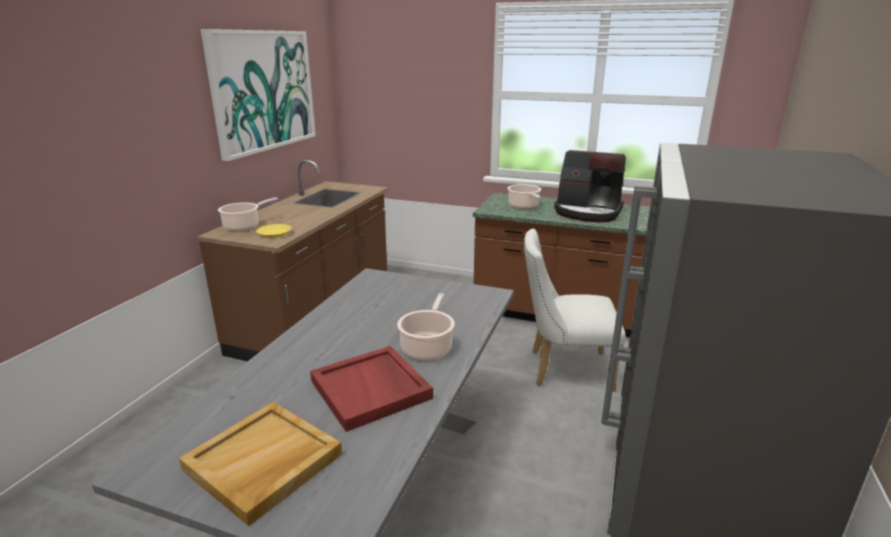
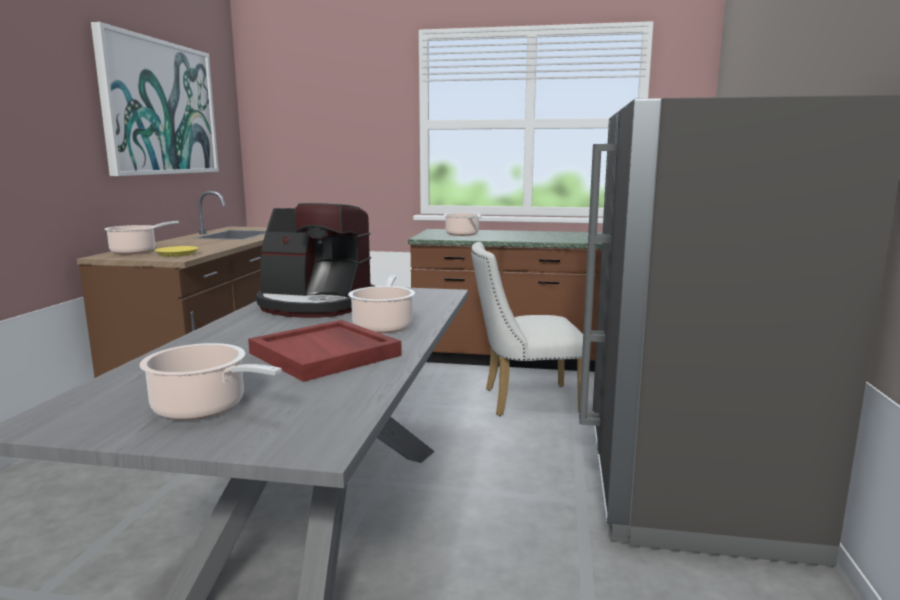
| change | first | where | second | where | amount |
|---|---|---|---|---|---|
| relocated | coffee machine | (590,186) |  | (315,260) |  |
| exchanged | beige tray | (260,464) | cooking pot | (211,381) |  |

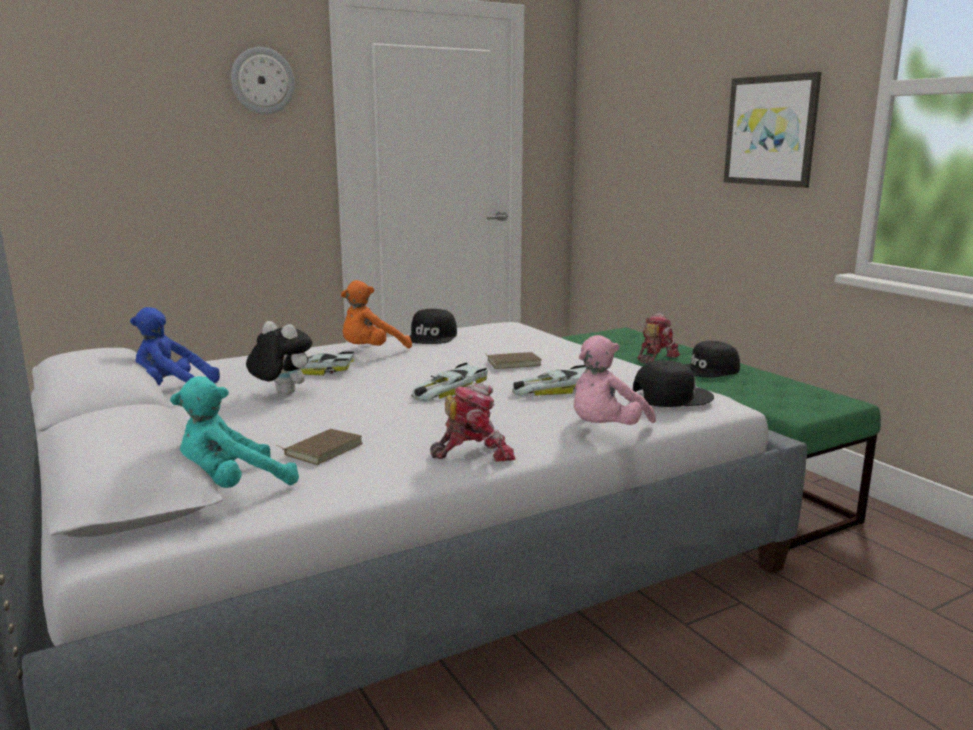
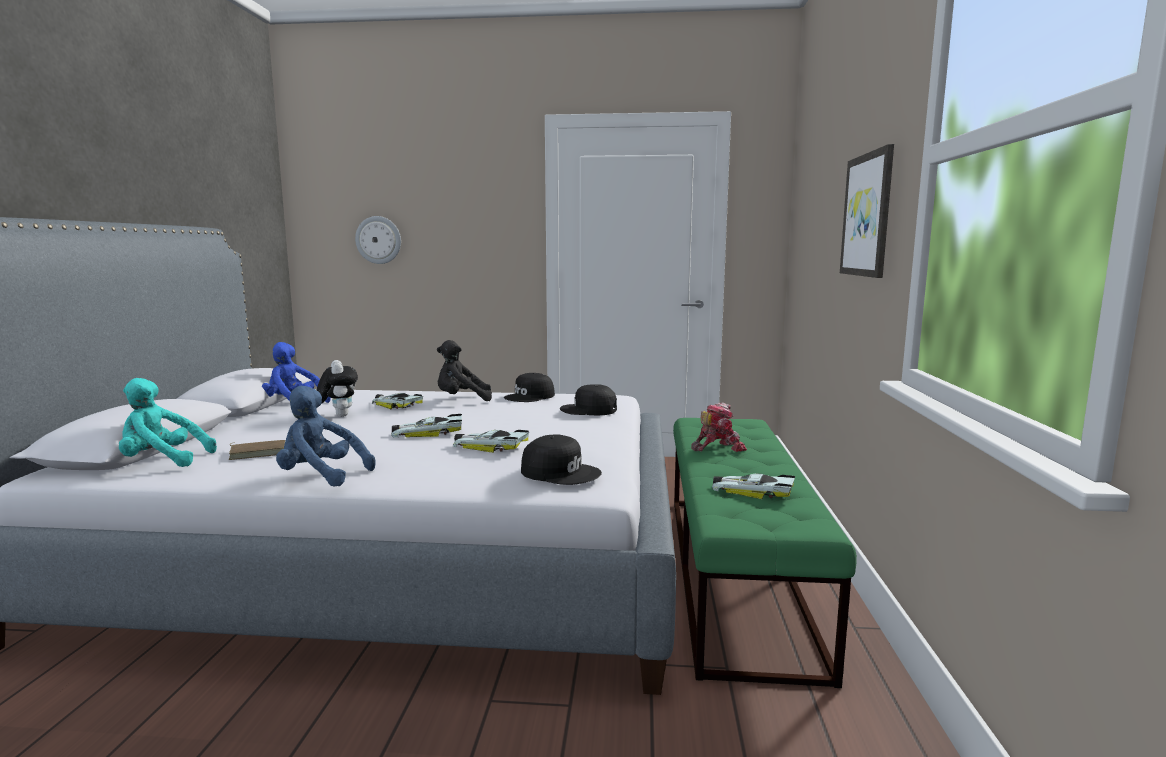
| change | first | where | second | where | amount |
|---|---|---|---|---|---|
| missing | brown book | (513,360) |  |  |  |
| missing | pink plush toy | (615,380) |  |  |  |
| appeared |  |  | toy car | (753,486) |  |
| relocated | wall clock | (263,80) |  | (378,240) |  |
| relocated | black cap | (712,359) |  | (588,399) |  |
| exchanged | toy robot | (473,422) | blue plush toy | (325,436) |  |
| colour | orange plush toy | (376,314) | black plush toy | (464,370) |  |

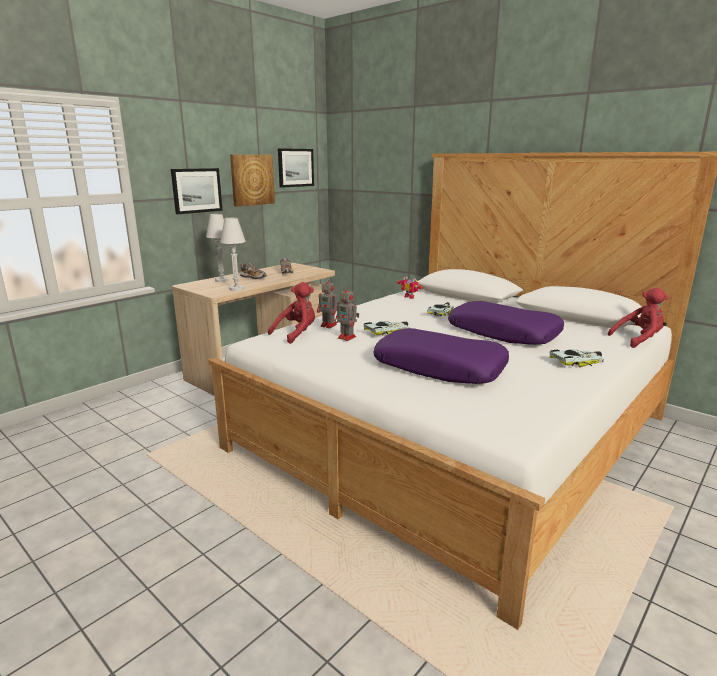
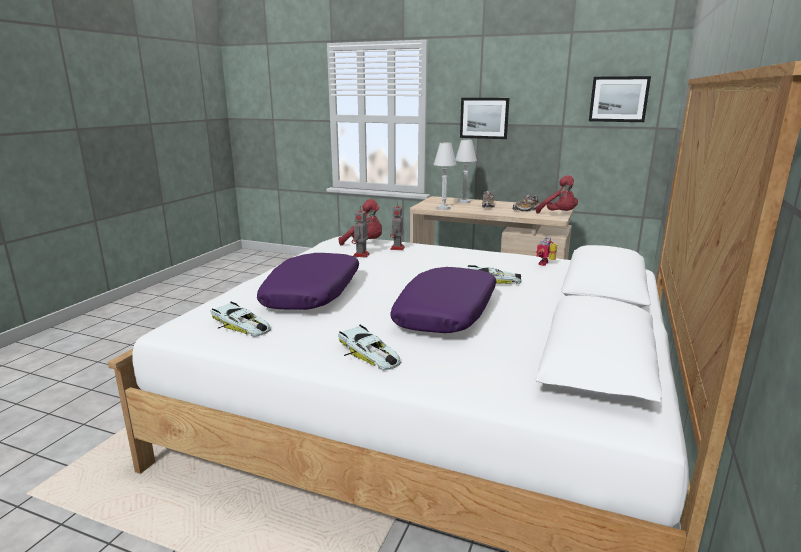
| change | first | where | second | where | amount |
|---|---|---|---|---|---|
| missing | picture | (252,181) |  |  |  |
| relocated | toy car | (386,328) |  | (241,319) |  |
| relocated | red plush toy | (638,318) |  | (557,194) |  |

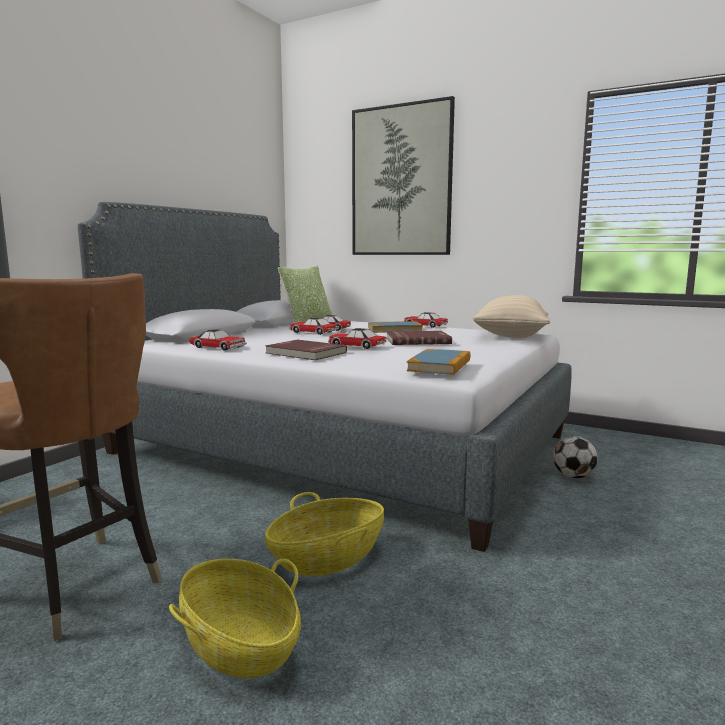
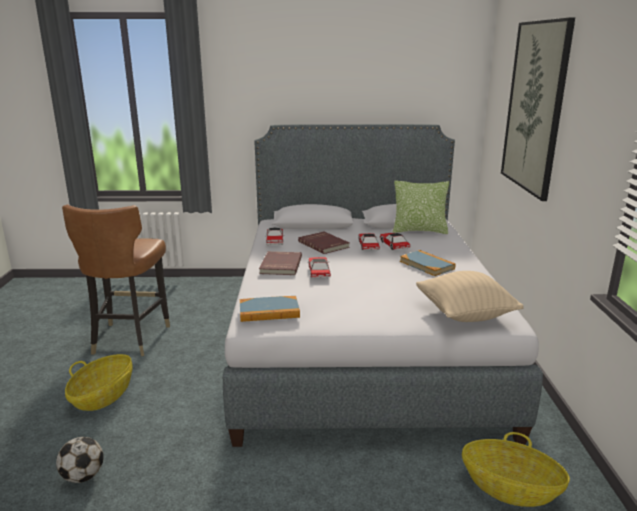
| change | first | where | second | where | amount |
|---|---|---|---|---|---|
| missing | toy car | (425,320) |  |  |  |
| relocated | basket | (324,534) |  | (516,469) |  |
| relocated | red book | (419,338) |  | (324,242) |  |
| relocated | football | (575,457) |  | (80,460) |  |

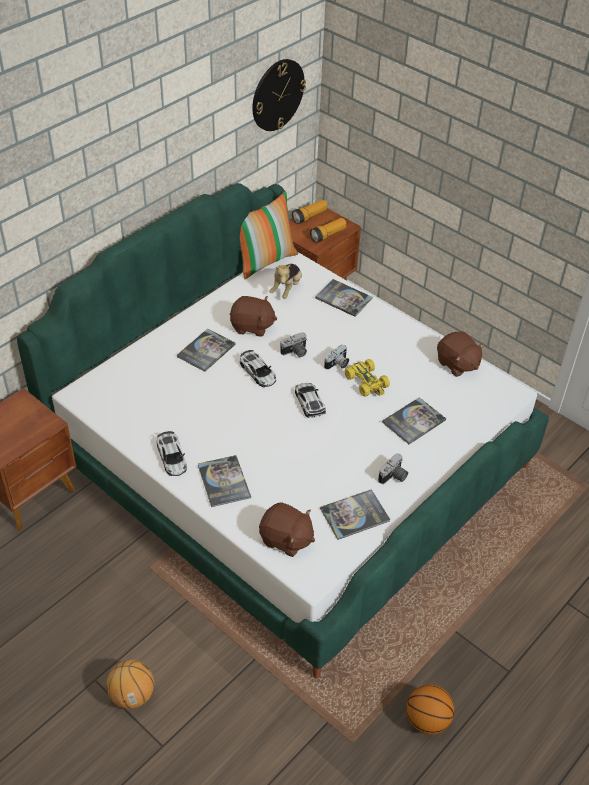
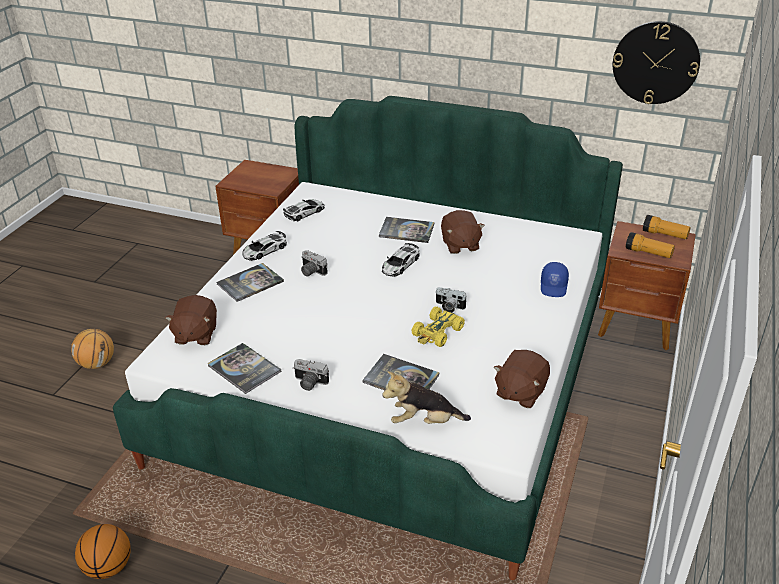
| change | first | where | second | where | amount |
|---|---|---|---|---|---|
| missing | pillow | (269,235) |  |  |  |
| relocated | plush toy | (285,281) |  | (426,397) |  |
| relocated | photo camera | (294,344) |  | (314,263) |  |
| relocated | toy car | (310,400) |  | (304,210) |  |
| exchanged | book | (344,298) | blue cap | (555,279) |  |

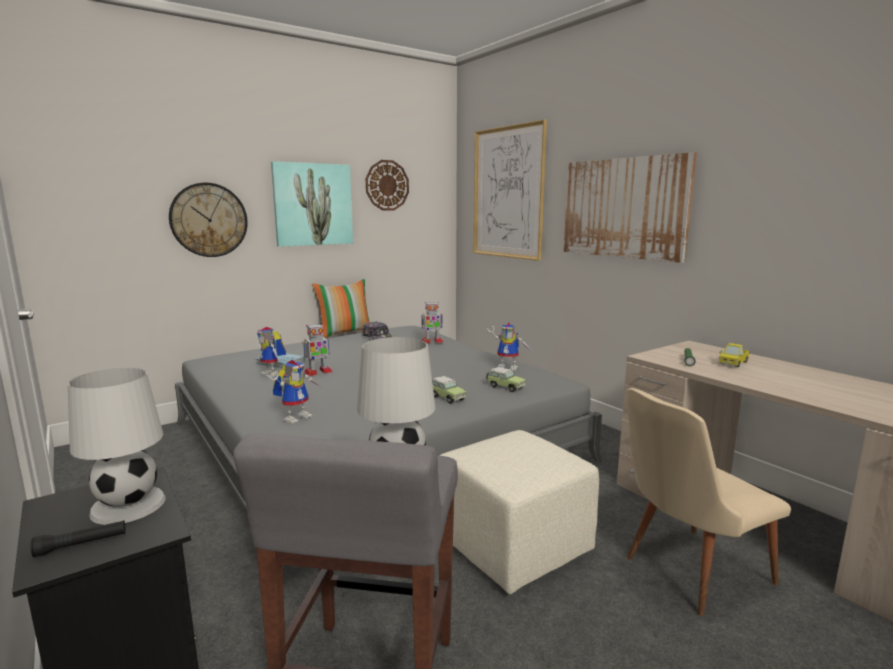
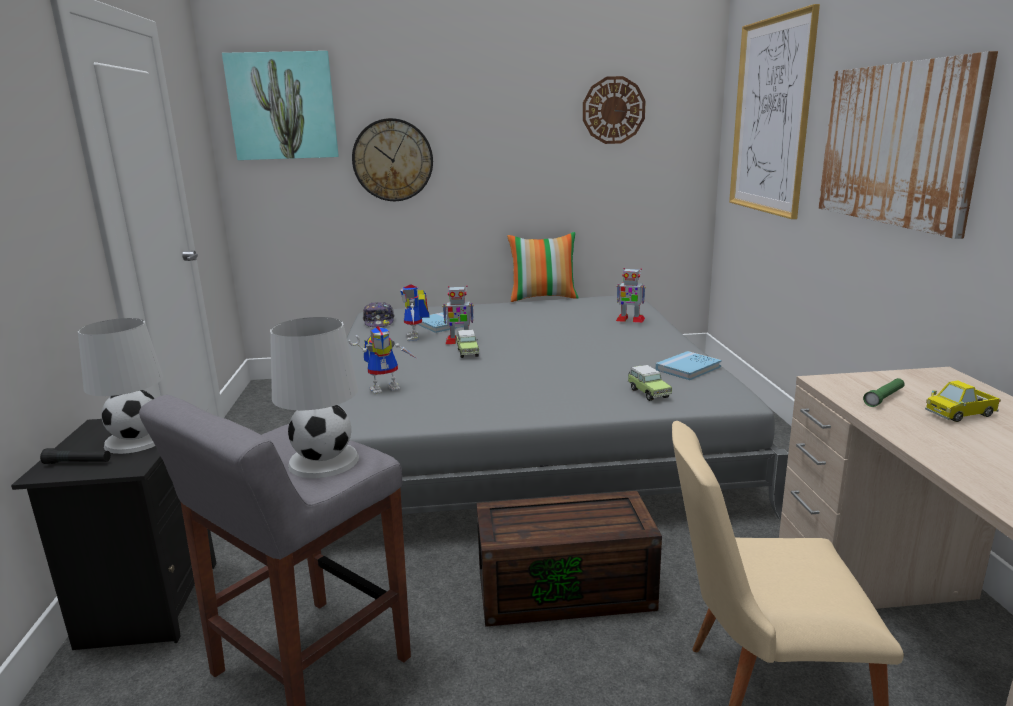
| change | first | where | second | where | amount |
|---|---|---|---|---|---|
| relocated | picture | (312,204) |  | (280,105) |  |
| relocated | cap | (377,330) |  | (379,314) |  |
| relocated | toy car | (449,390) |  | (468,344) |  |
| exchanged | beige ottoman | (519,512) | brown storage box | (569,559) |  |
| exchanged | toy robot | (509,347) | blue book | (689,365) |  |

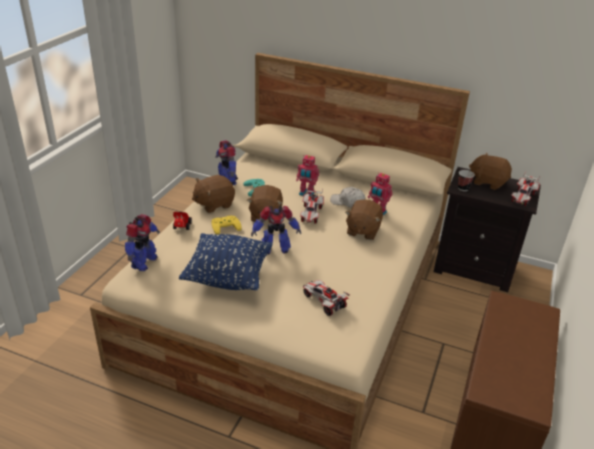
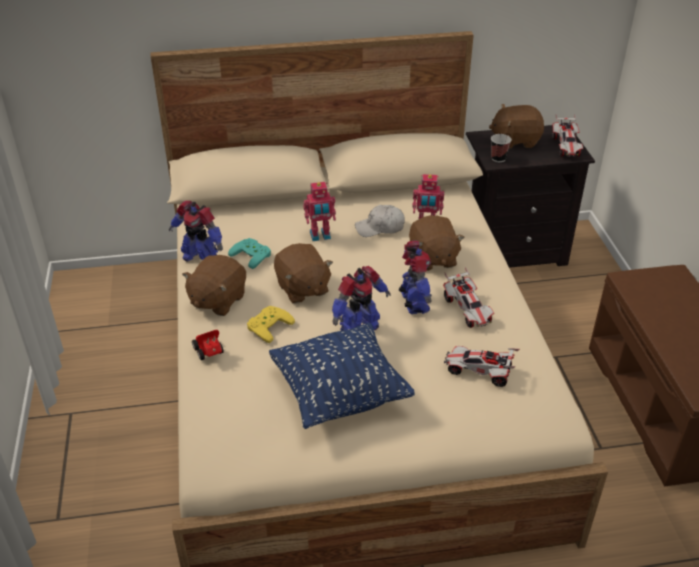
| change | first | where | second | where | amount |
|---|---|---|---|---|---|
| relocated | toy robot | (142,242) |  | (415,277) |  |
| relocated | toy car | (312,206) |  | (468,297) |  |

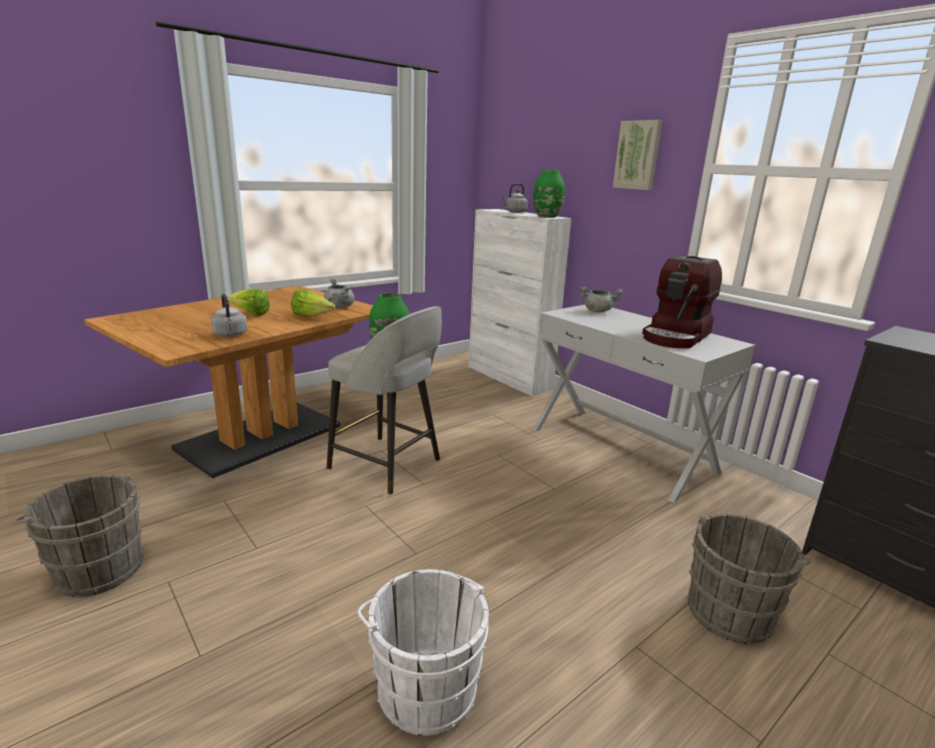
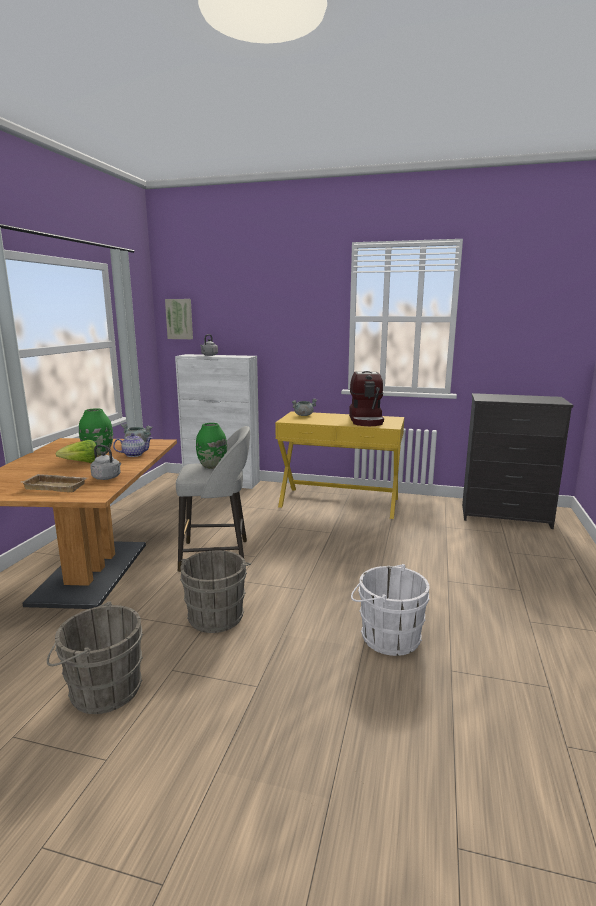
| change | first | where | second | where | amount |
|---|---|---|---|---|---|
| appeared |  |  | beige tray | (54,483) |  |
| relocated | green vase | (549,194) |  | (96,432) |  |
| relocated | picture | (637,155) |  | (179,319) |  |
| relocated | grey bucket | (748,579) |  | (215,591) |  |
| exchanged | lettuce | (313,302) | teapot | (133,445) |  |
| colour | white console table | (643,404) | yellow console table | (339,465) |  |

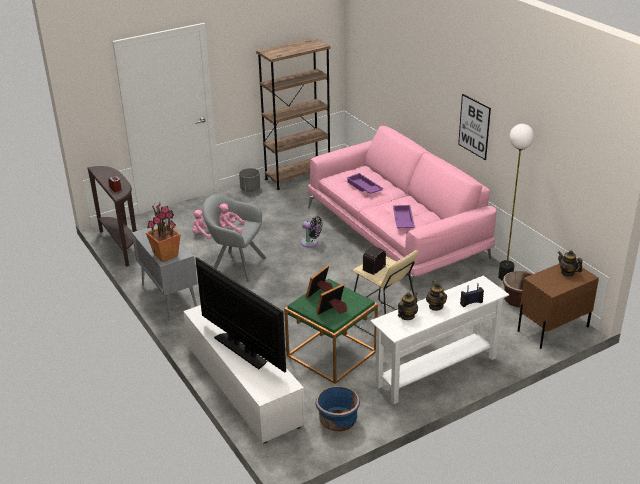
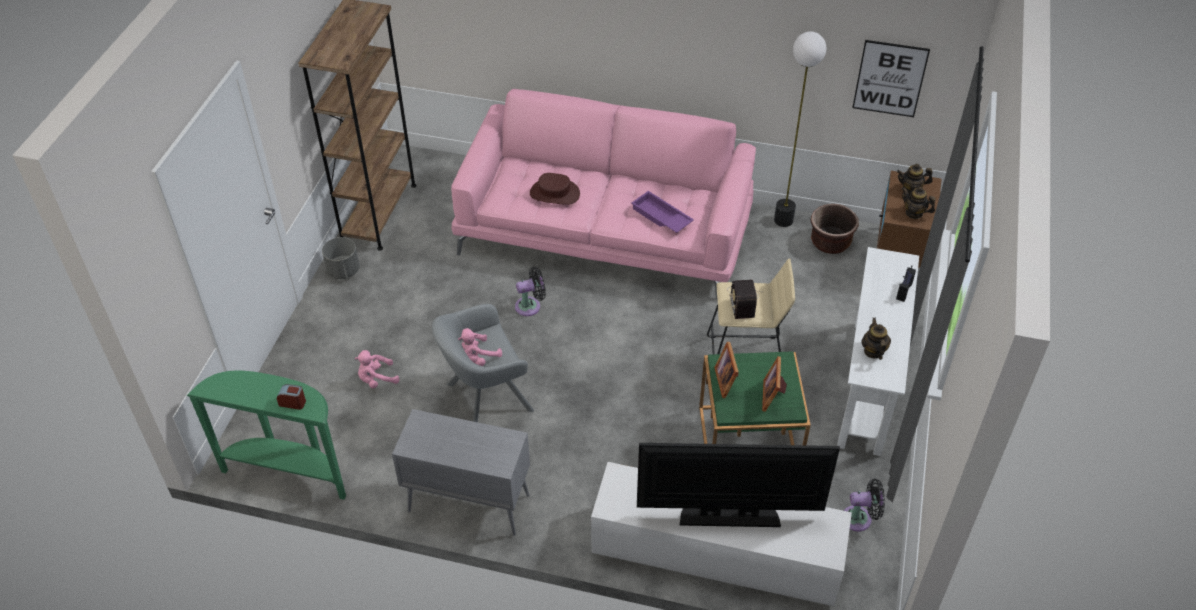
| change | first | where | second | where | amount |
|---|---|---|---|---|---|
| missing | potted plant | (163,232) |  |  |  |
| relocated | teapot | (436,296) |  | (919,203) |  |
| relocated | picture | (474,127) |  | (891,78) |  |
| exchanged | blue planter | (338,409) | black fan | (864,505) |  |
| exchanged | purple tray | (365,183) | brown hat | (555,189) |  |
| colour | brown console table | (112,216) | green console table | (266,435) |  |

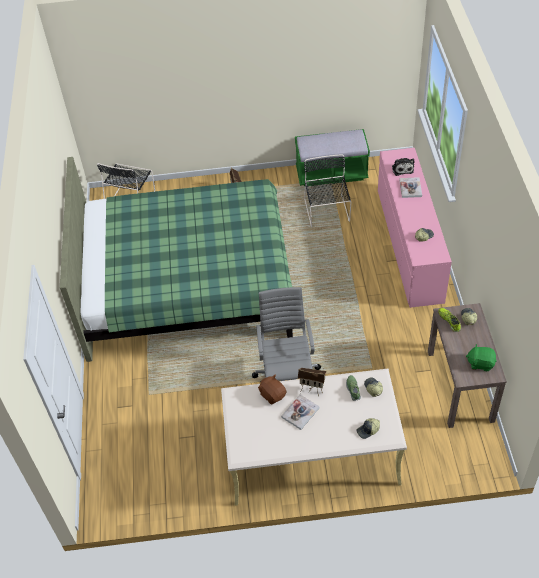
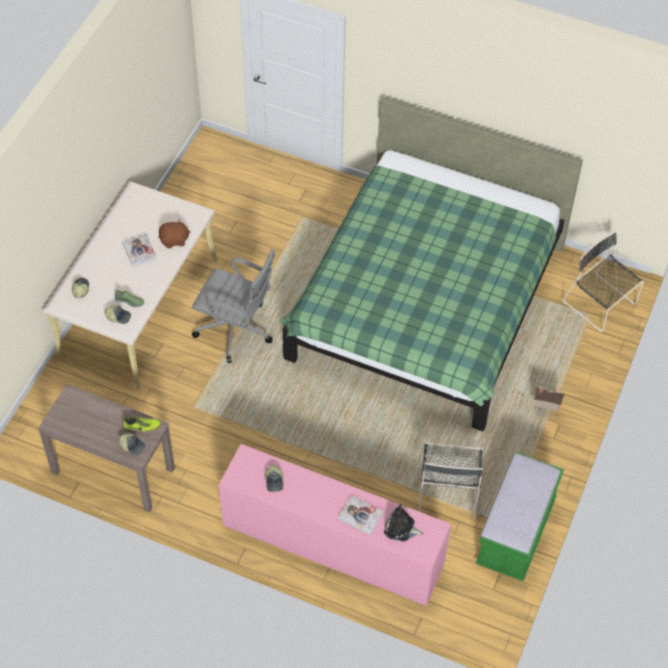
| change | first | where | second | where | amount |
|---|---|---|---|---|---|
| missing | toy house | (312,382) |  |  |  |
| missing | green plush toy | (481,357) |  |  |  |
| spun | black chair | (328,190) |  | (451,481) | 75 degrees clockwise |

